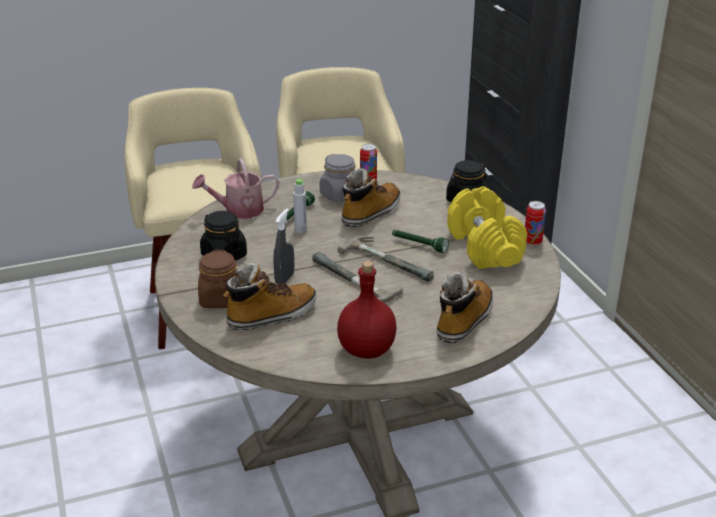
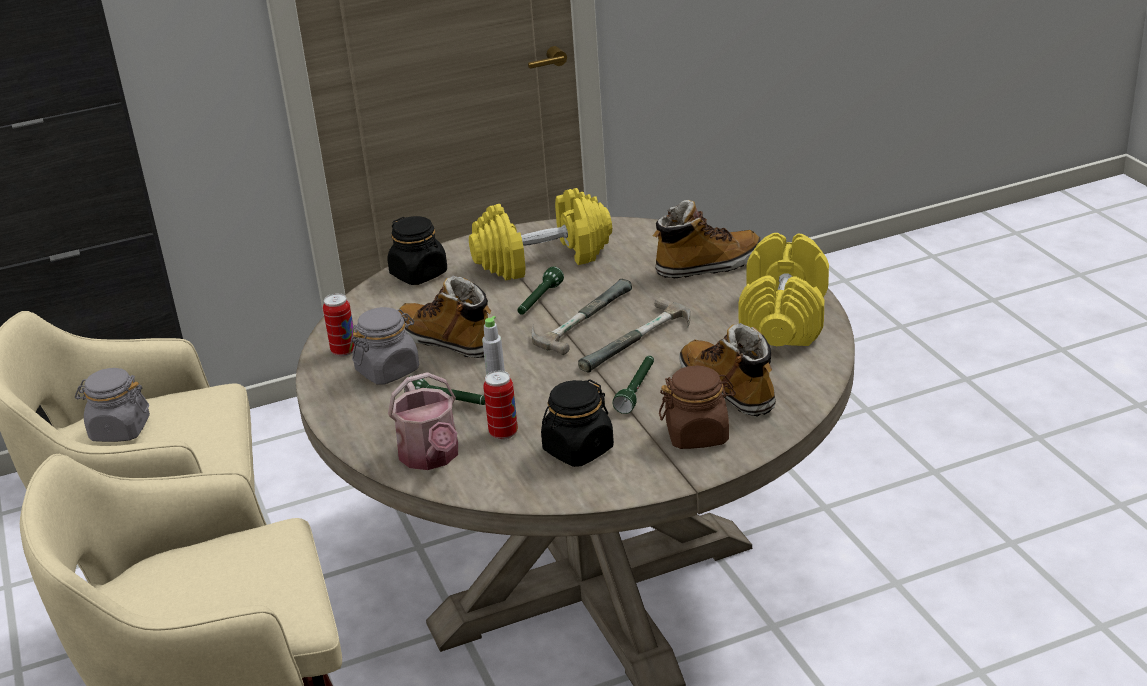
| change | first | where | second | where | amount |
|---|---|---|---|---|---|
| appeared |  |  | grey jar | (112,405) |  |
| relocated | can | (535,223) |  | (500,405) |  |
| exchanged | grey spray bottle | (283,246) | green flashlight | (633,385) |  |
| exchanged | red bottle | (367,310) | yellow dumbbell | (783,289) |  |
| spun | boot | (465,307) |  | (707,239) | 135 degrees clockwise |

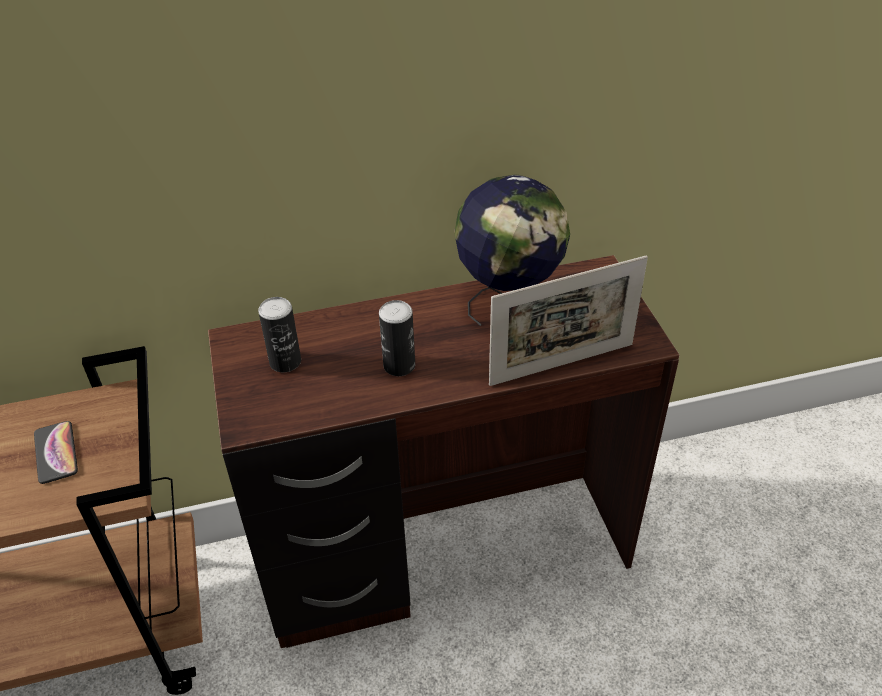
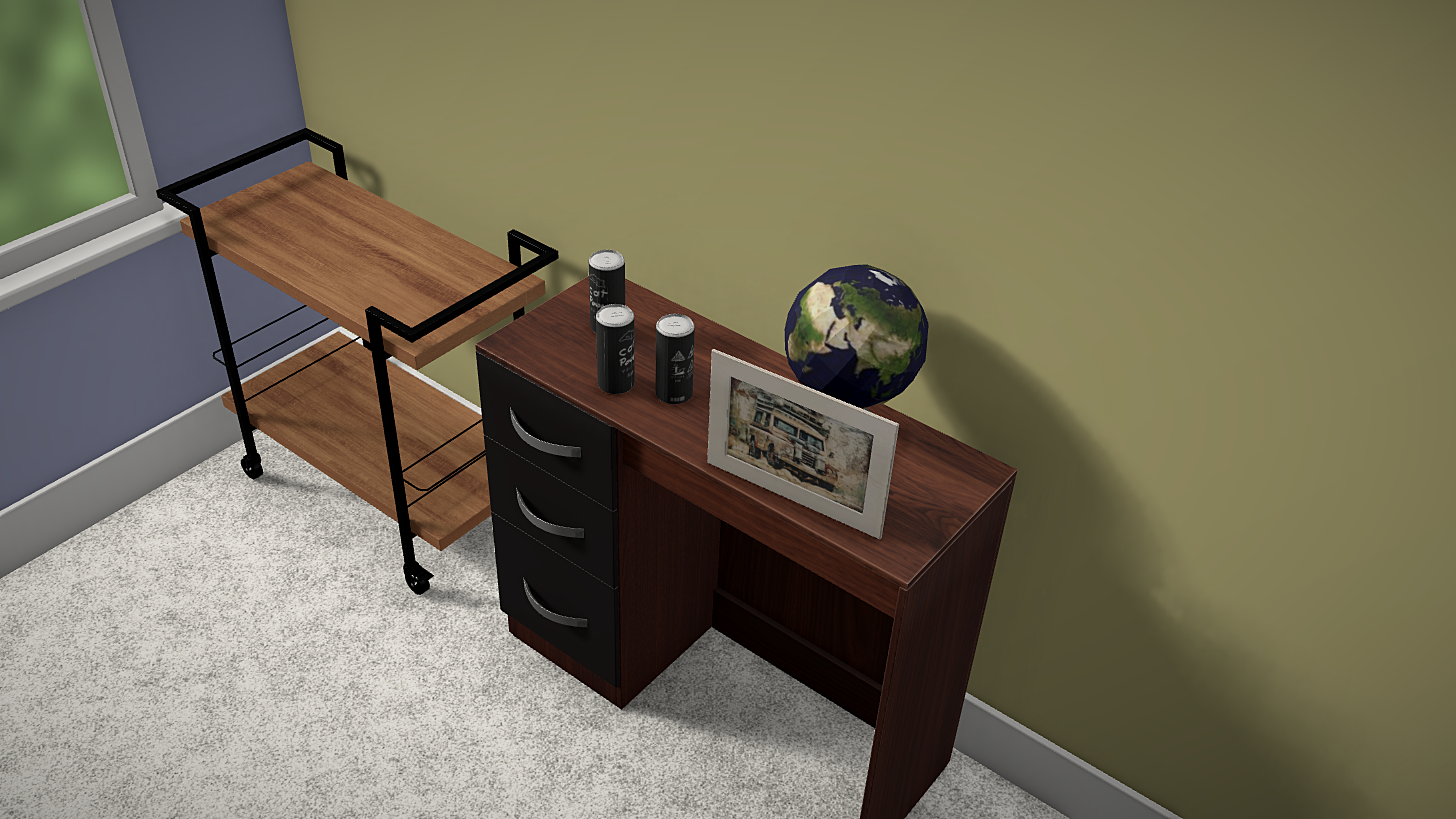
| change | first | where | second | where | amount |
|---|---|---|---|---|---|
| missing | phone | (56,452) |  |  |  |
| appeared |  |  | can | (615,349) |  |

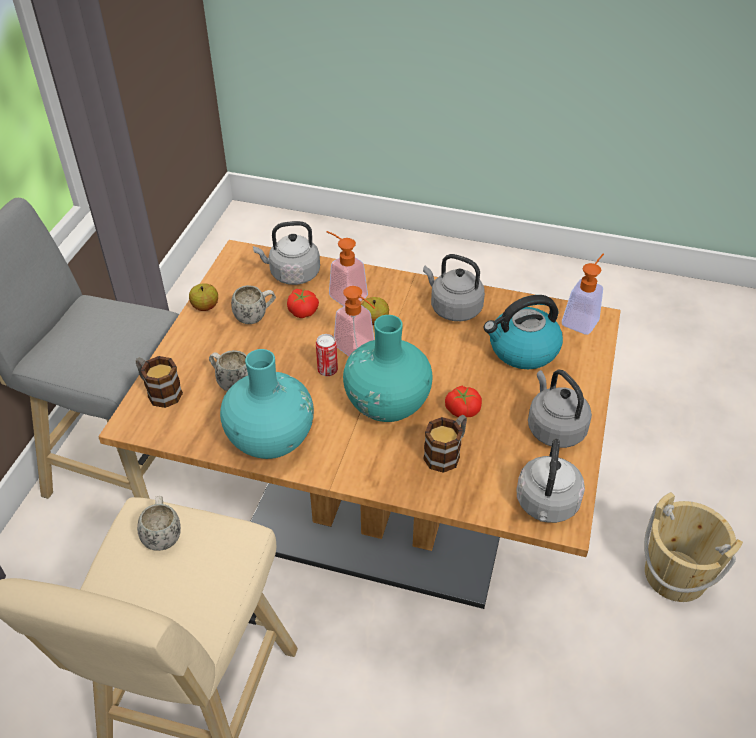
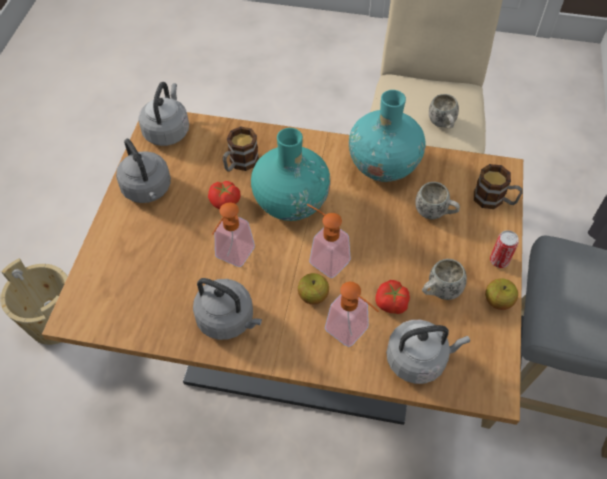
| change | first | where | second | where | amount |
|---|---|---|---|---|---|
| missing | kettle | (523,332) |  |  |  |
| relocated | can | (327,355) |  | (504,249) |  |
| relocated | soap dispenser | (583,294) |  | (233,234) |  |

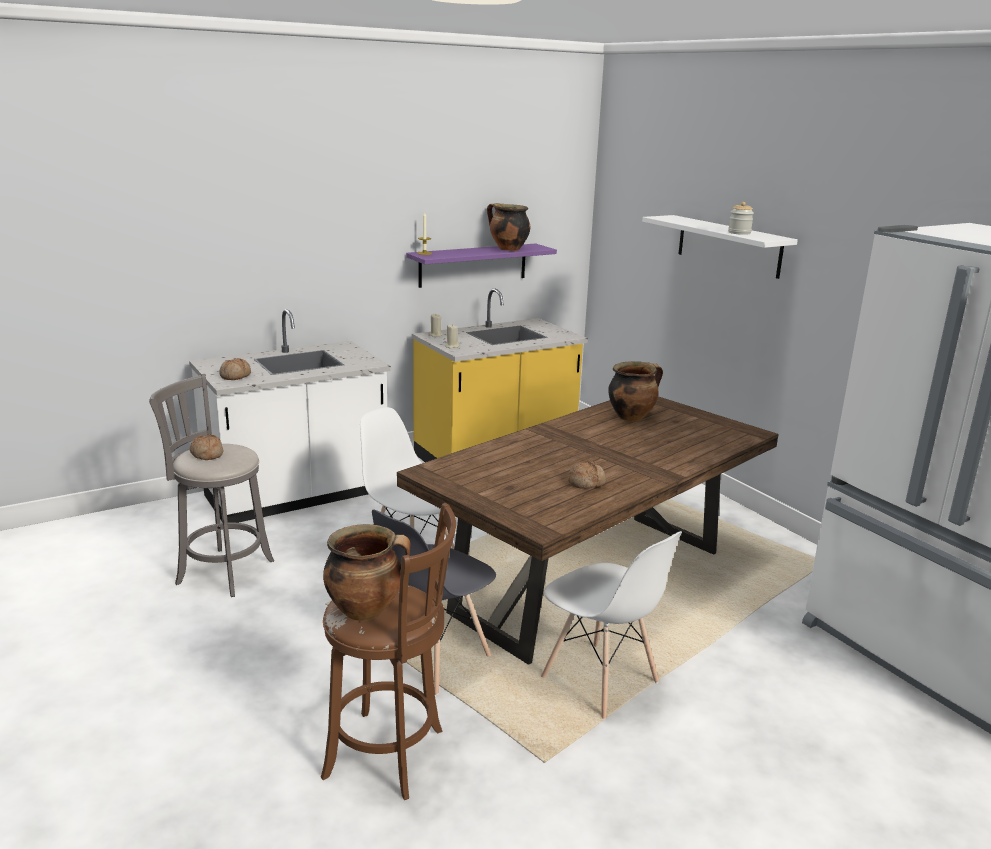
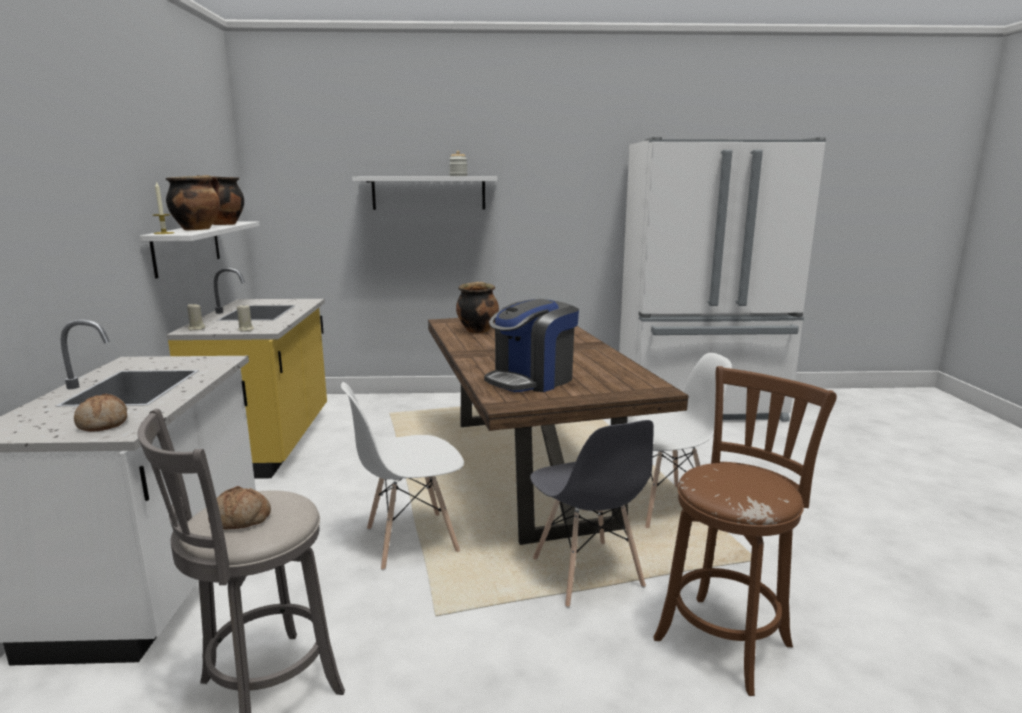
| change | first | where | second | where | amount |
|---|---|---|---|---|---|
| missing | bread | (587,475) |  |  |  |
| appeared |  |  | coffee machine | (531,345) |  |
| relocated | cooking pot | (367,572) |  | (193,202) |  |
| colour | purple shelf | (481,265) | white shelf | (200,250) |  |

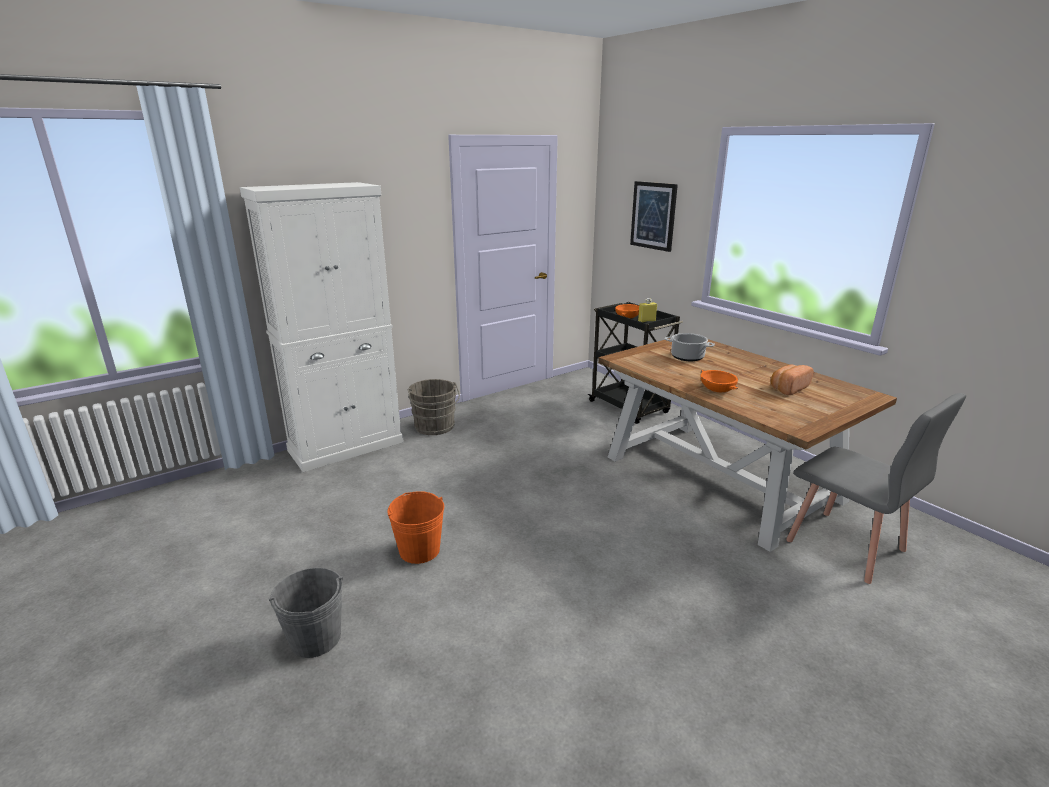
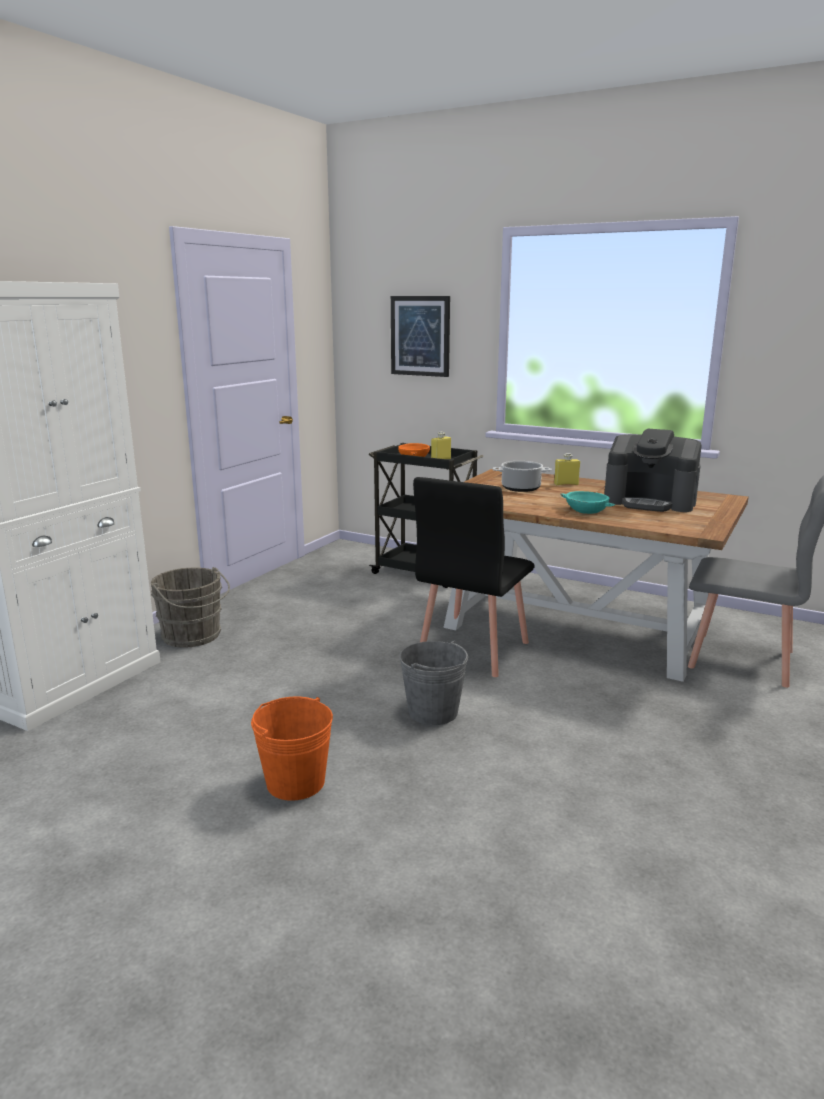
| change | first | where | second | where | amount |
|---|---|---|---|---|---|
| appeared |  |  | black chair | (473,577) |  |
| appeared |  |  | yellow bottle | (567,469) |  |
| relocated | grey bucket | (306,613) |  | (433,682) |  |
| exchanged | bread | (792,380) | coffee machine | (653,470) |  |
| colour | orange bowl | (719,381) | turquoise bowl | (587,502) |  |

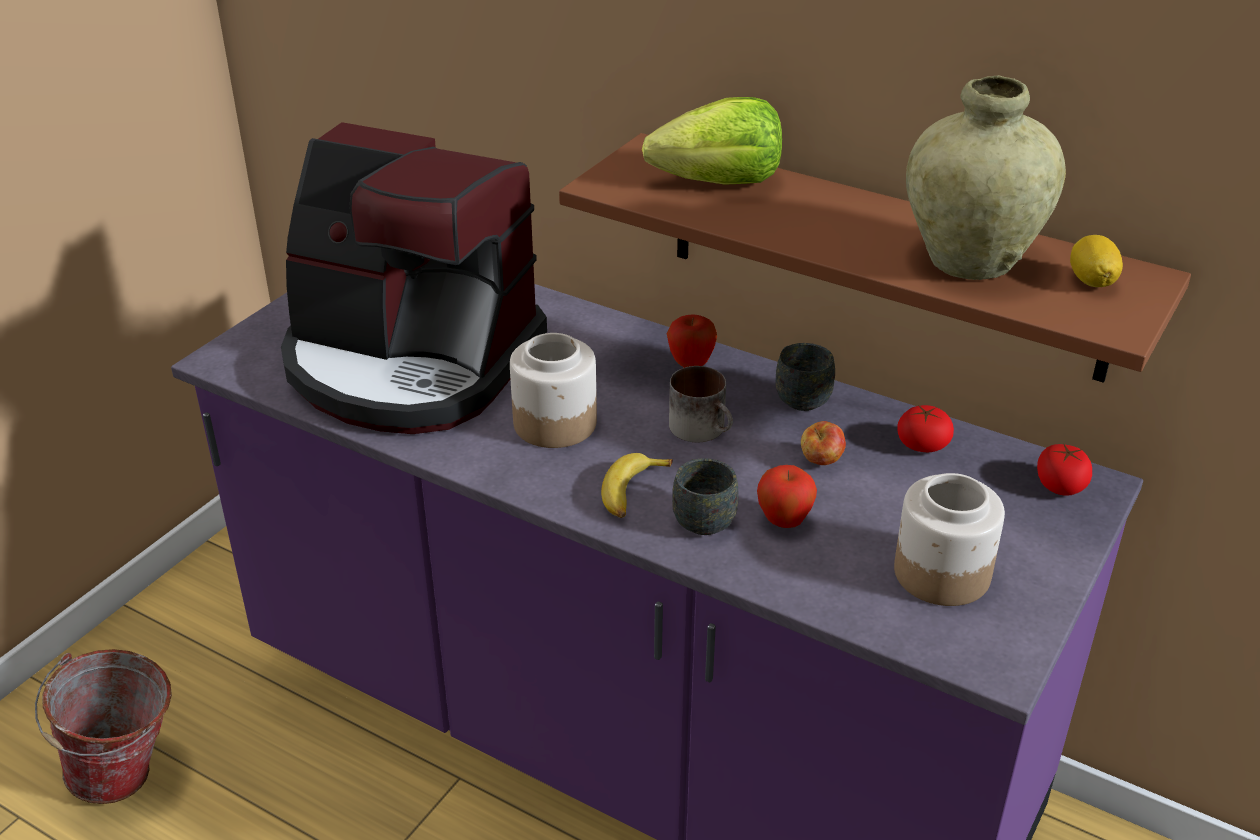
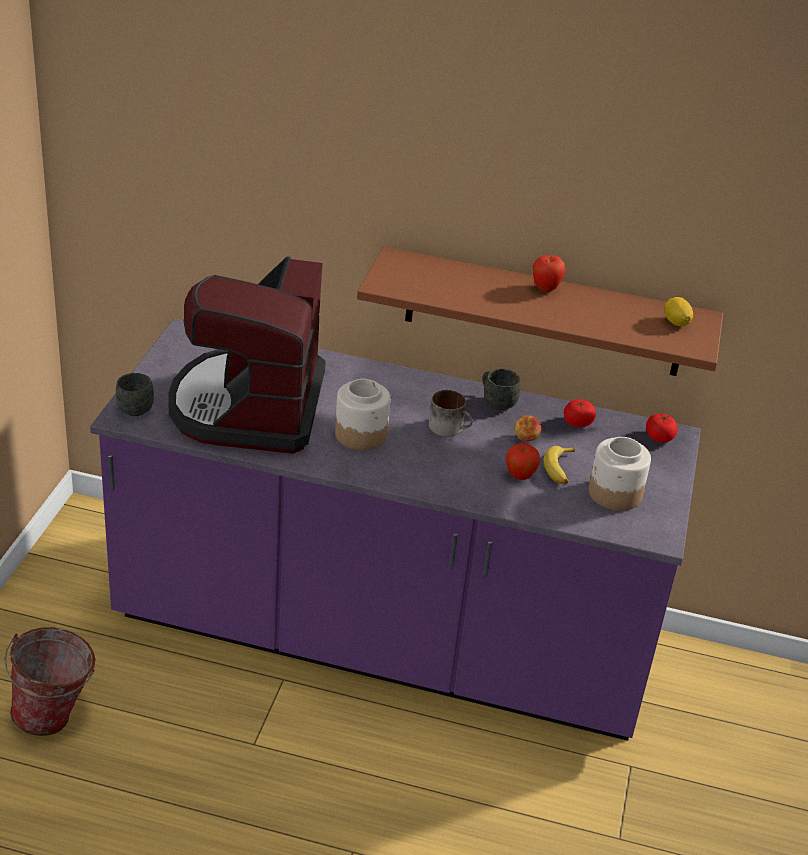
| change | first | where | second | where | amount |
|---|---|---|---|---|---|
| missing | lettuce | (712,141) |  |  |  |
| missing | beige vase | (986,177) |  |  |  |
| relocated | banana | (637,485) |  | (559,465) |  |
| relocated | apple | (692,341) |  | (549,273) |  |
| relocated | grey mug | (705,496) |  | (135,394) |  |
| spun | coffee machine | (414,278) |  | (247,355) | 90 degrees clockwise |

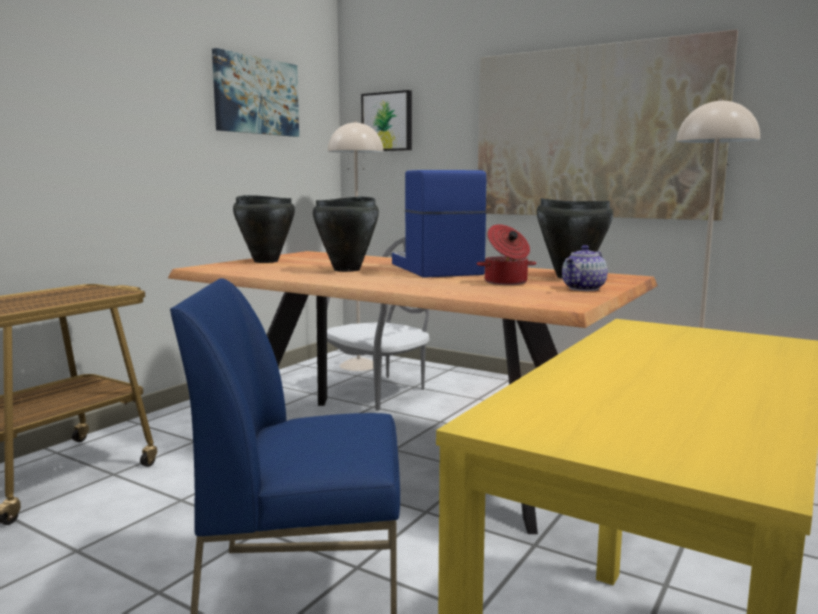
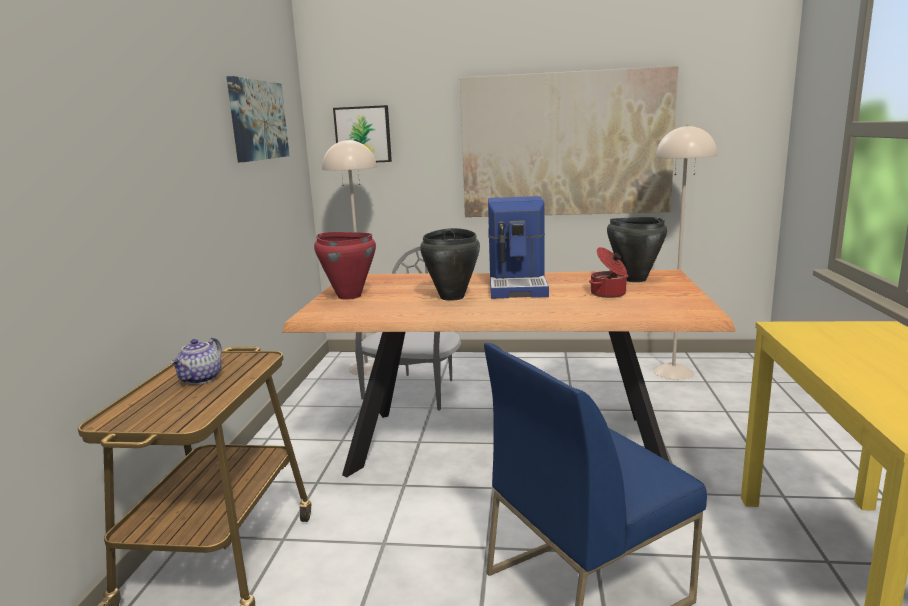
| change | first | where | second | where | amount |
|---|---|---|---|---|---|
| relocated | teapot | (585,268) |  | (196,361) |  |
| colour | black cooking pot | (264,229) | red cooking pot | (345,266) |  |
| spun | coffee machine | (439,224) |  | (518,247) | 135 degrees counterclockwise |

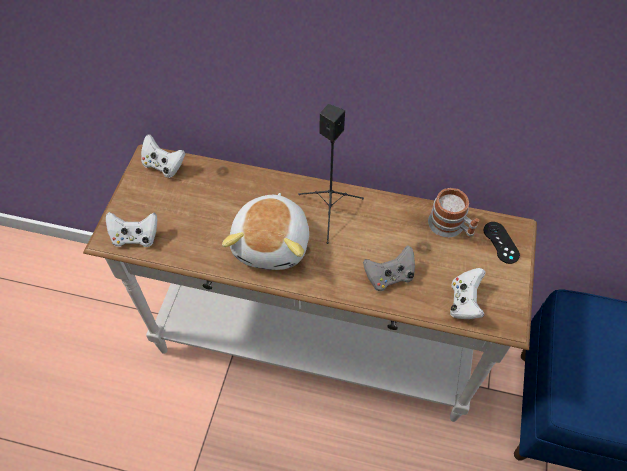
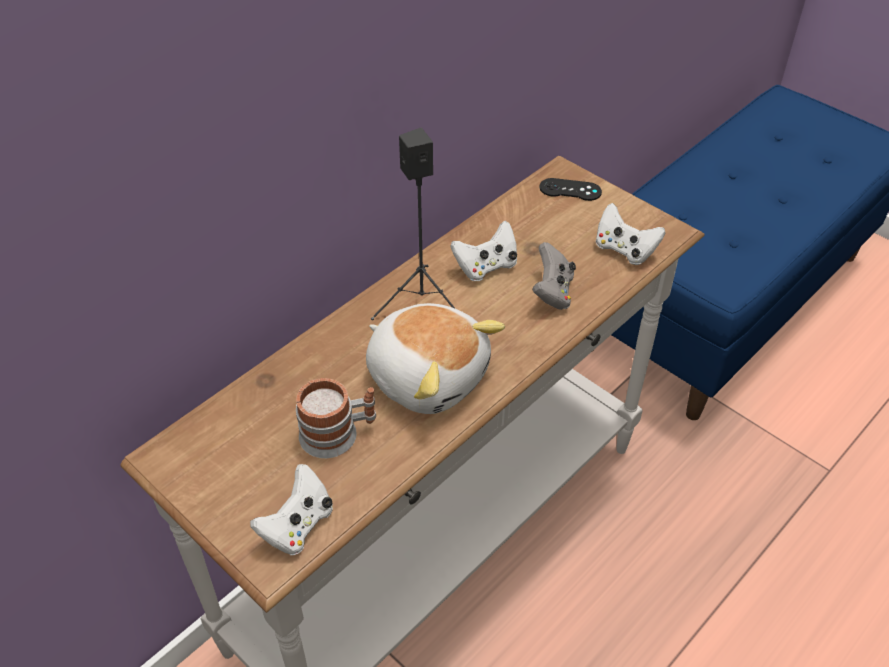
| change | first | where | second | where | amount |
|---|---|---|---|---|---|
| relocated | white game controller | (163,156) |  | (483,251) |  |
| relocated | mug | (453,213) |  | (336,418) |  |

